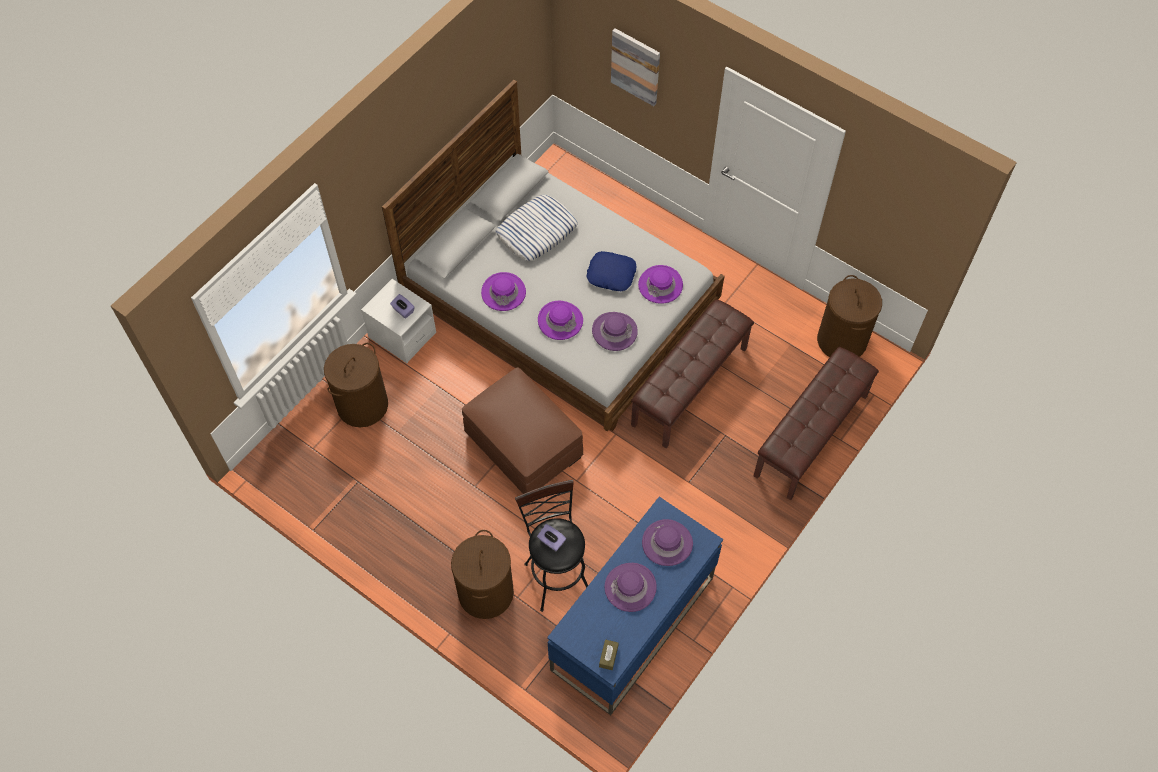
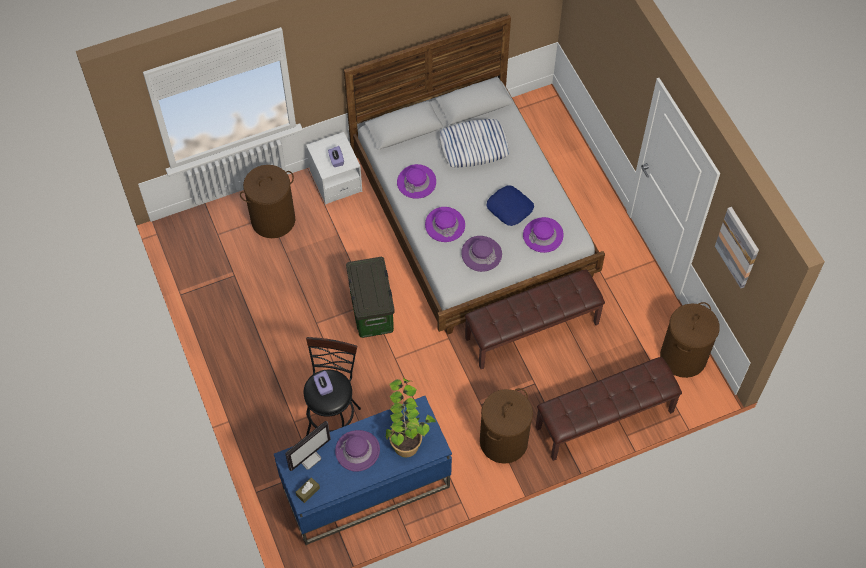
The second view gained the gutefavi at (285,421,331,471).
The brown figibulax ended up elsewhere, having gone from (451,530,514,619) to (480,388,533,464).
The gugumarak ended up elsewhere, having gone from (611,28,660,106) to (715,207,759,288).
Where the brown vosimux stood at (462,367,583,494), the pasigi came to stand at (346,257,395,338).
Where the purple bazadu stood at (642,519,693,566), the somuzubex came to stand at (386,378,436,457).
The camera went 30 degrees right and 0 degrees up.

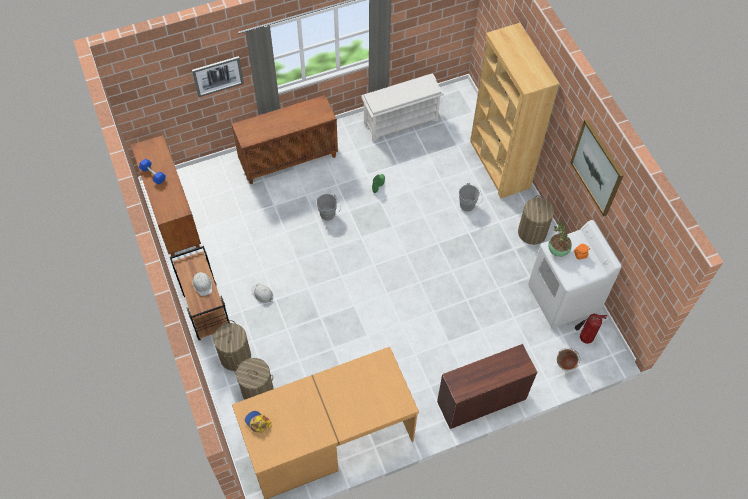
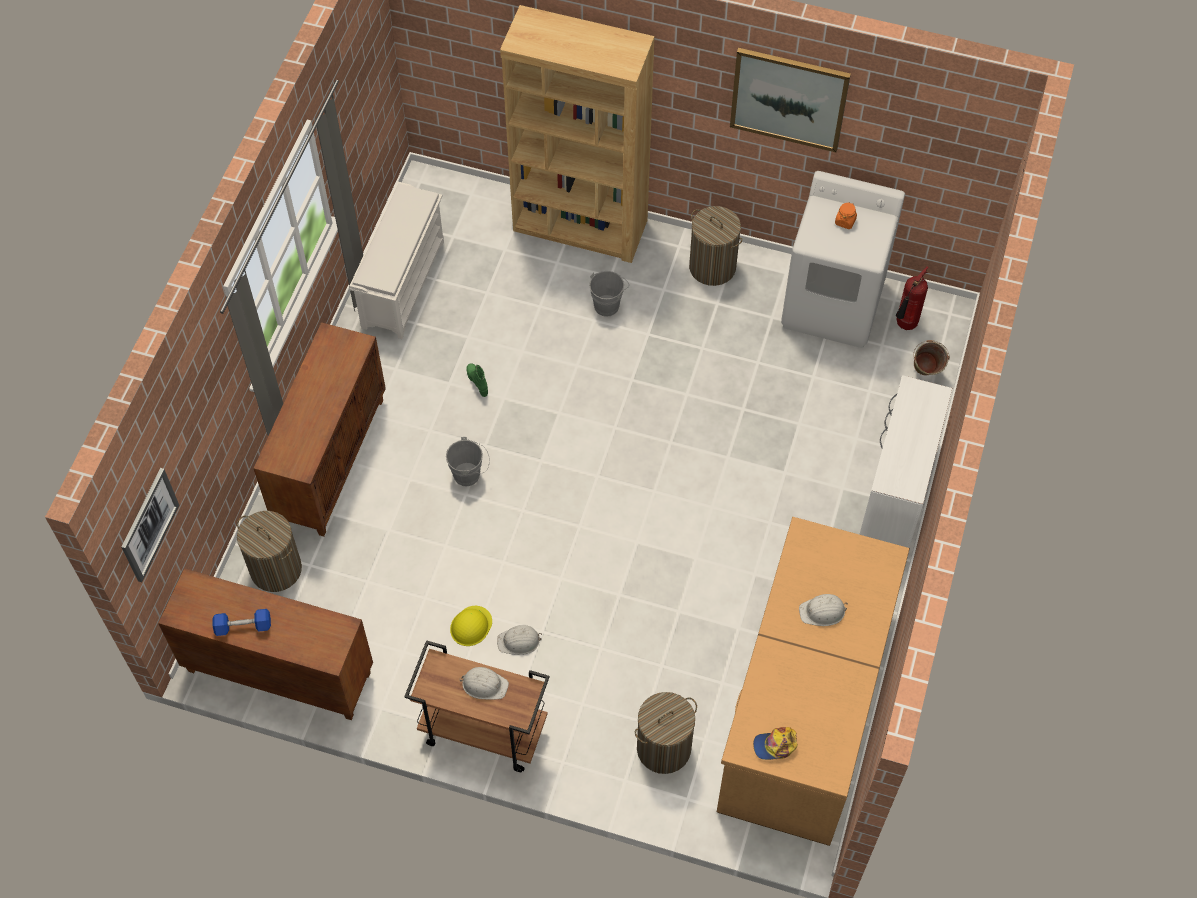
The second view lost the somuzubex at (548,222,572,257).
The second view gained the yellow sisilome at (450,606,492,646).
The second view gained the white sisilome at (799,594,848,626).
The gugumarak ended up elsewhere, having gone from (192,56,244,97) to (121,468,179,582).
The figibulax ended up elsewhere, having gone from (213,320,251,371) to (237,511,302,592).
What was the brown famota at (437,344,537,429) turned into the white famota at (859,375,952,548).
The camera went 50 degrees left and 0 degrees up.

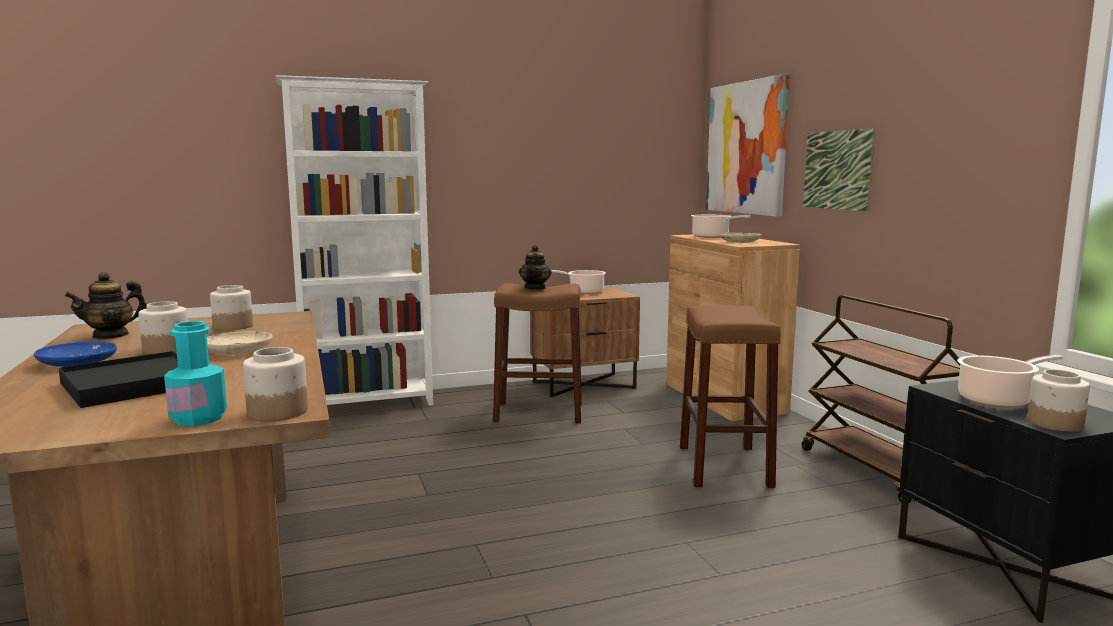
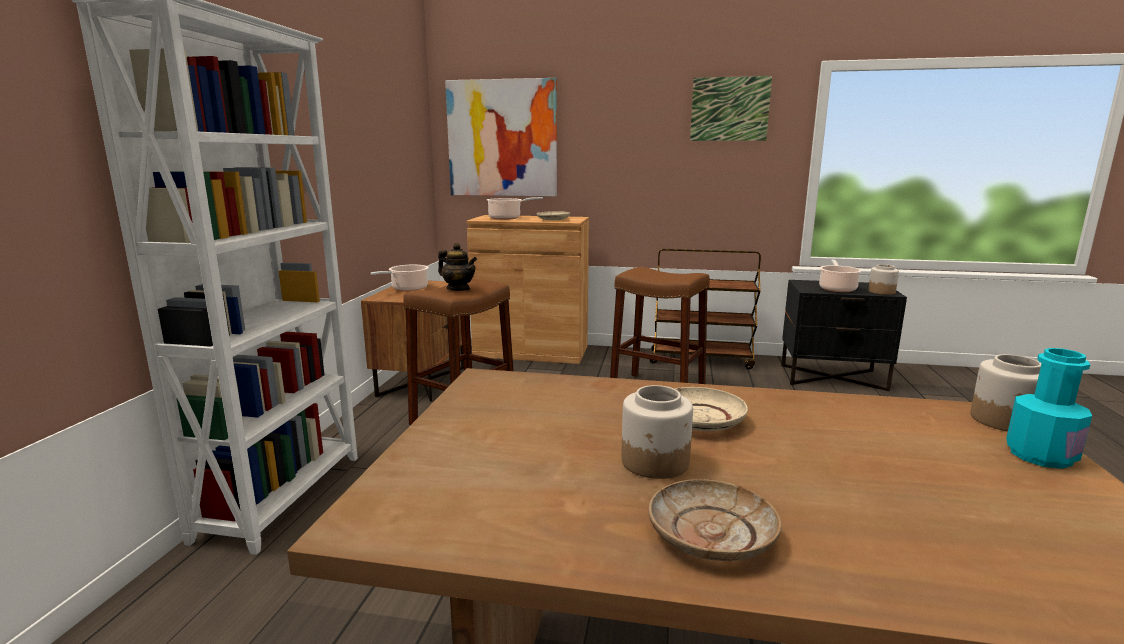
The second view lost the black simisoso at (58,351,178,408).
The second view lost the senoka at (65,272,147,339).
The second view lost the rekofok at (210,285,253,331).
The gugumarak ended up elsewhere, having gone from (803,128,875,212) to (690,76,772,141).
What was the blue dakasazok at (34,341,117,367) turned into the beige dakasazok at (649,479,782,561).
The camera went 60 degrees left and 5 degrees up.

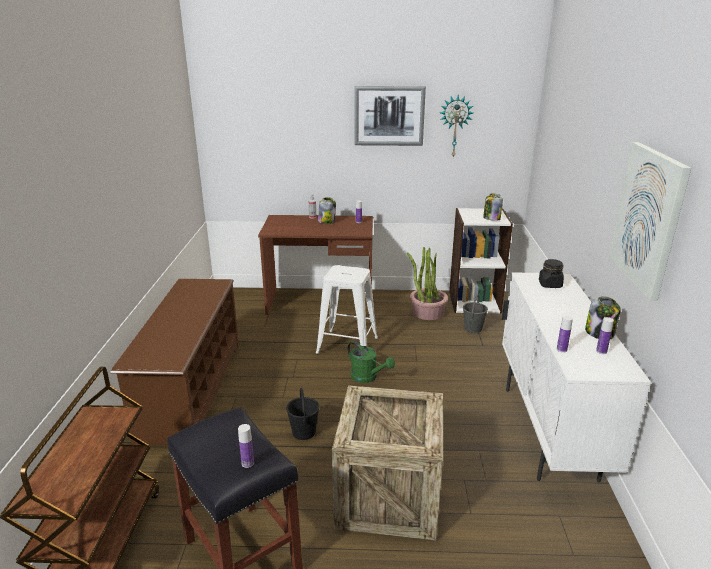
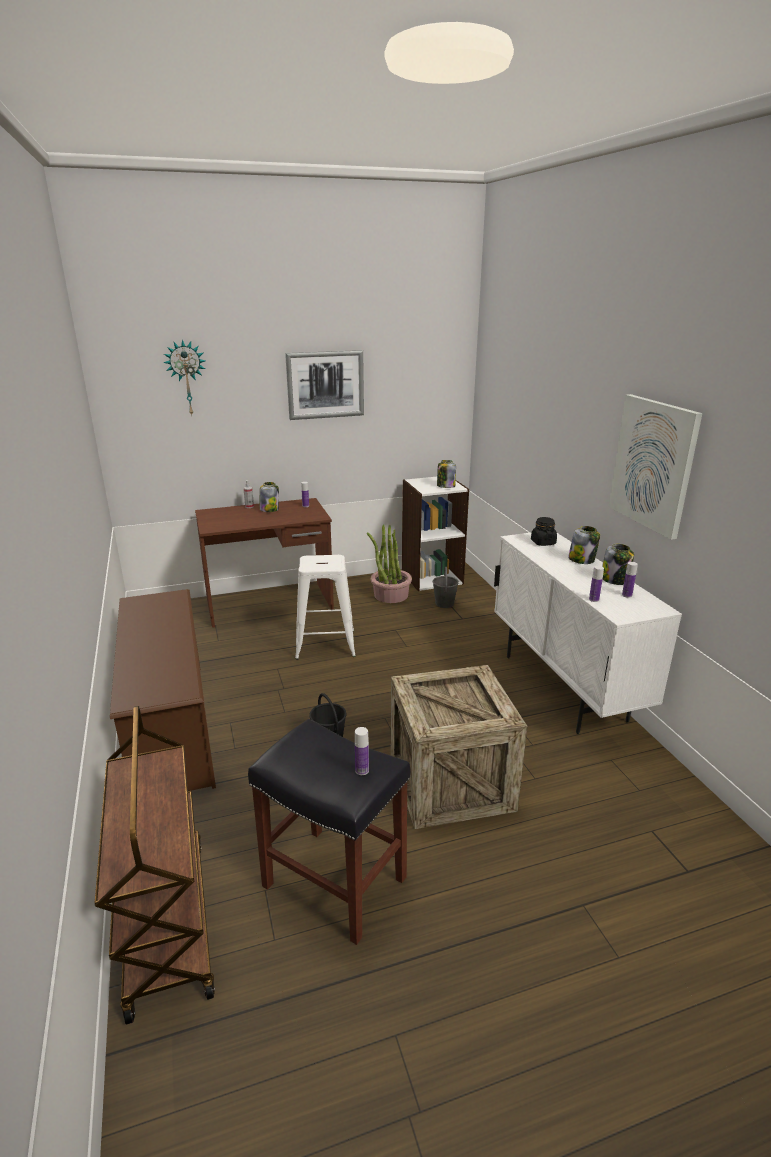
The second view lost the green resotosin at (347,341,395,383).
The second view gained the rekofok at (568,526,600,564).
The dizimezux ended up elsewhere, having gone from (440,95,473,158) to (163,339,205,415).
The camera went 20 degrees left and 0 degrees up.

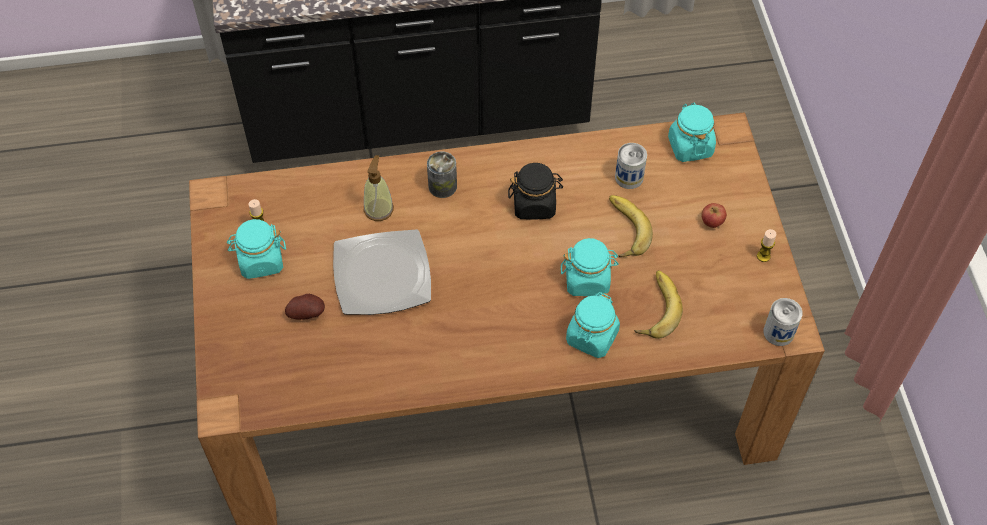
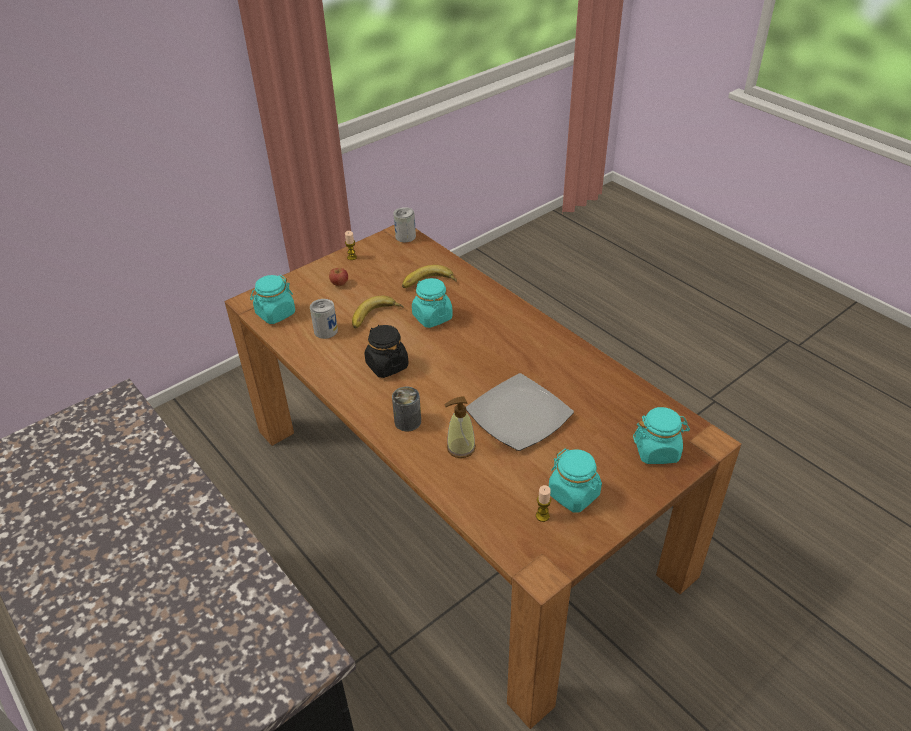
The second view lost the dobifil at (285,294,325,320).
The turquoise rekofok ended up elsewhere, having gone from (566,292,620,358) to (633,407,690,464).
The camera went 120 degrees left and 15 degrees down.

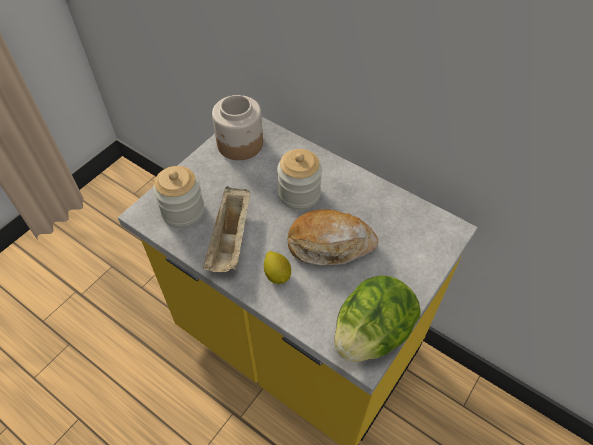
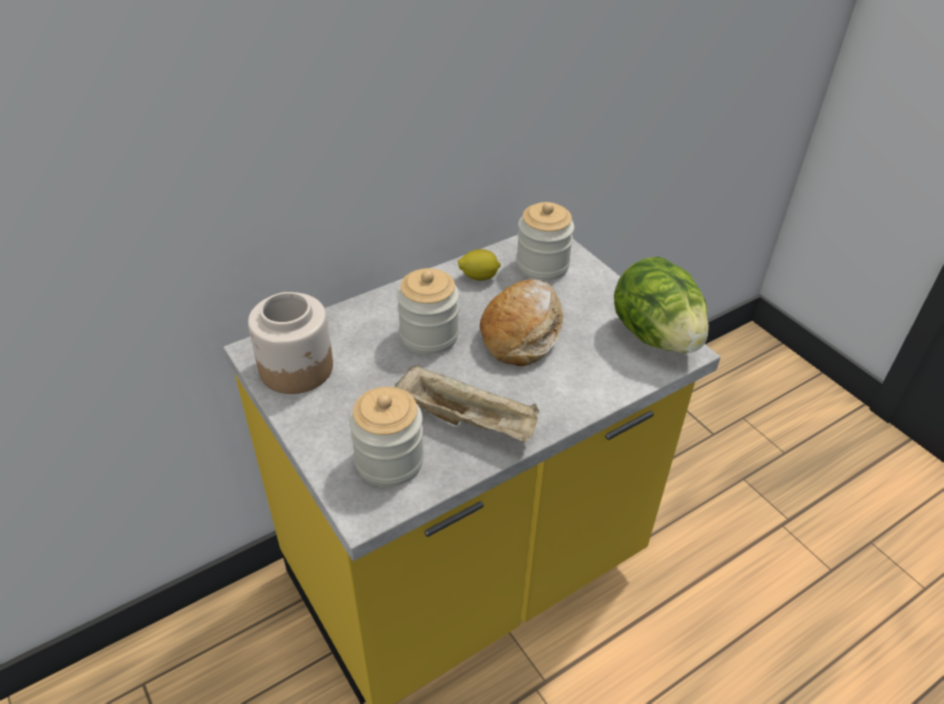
The second view gained the rekofok at (516,202,574,281).
The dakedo ended up elsewhere, having gone from (264,251,291,284) to (458,249,501,281).
The camera went 70 degrees left and 10 degrees down.

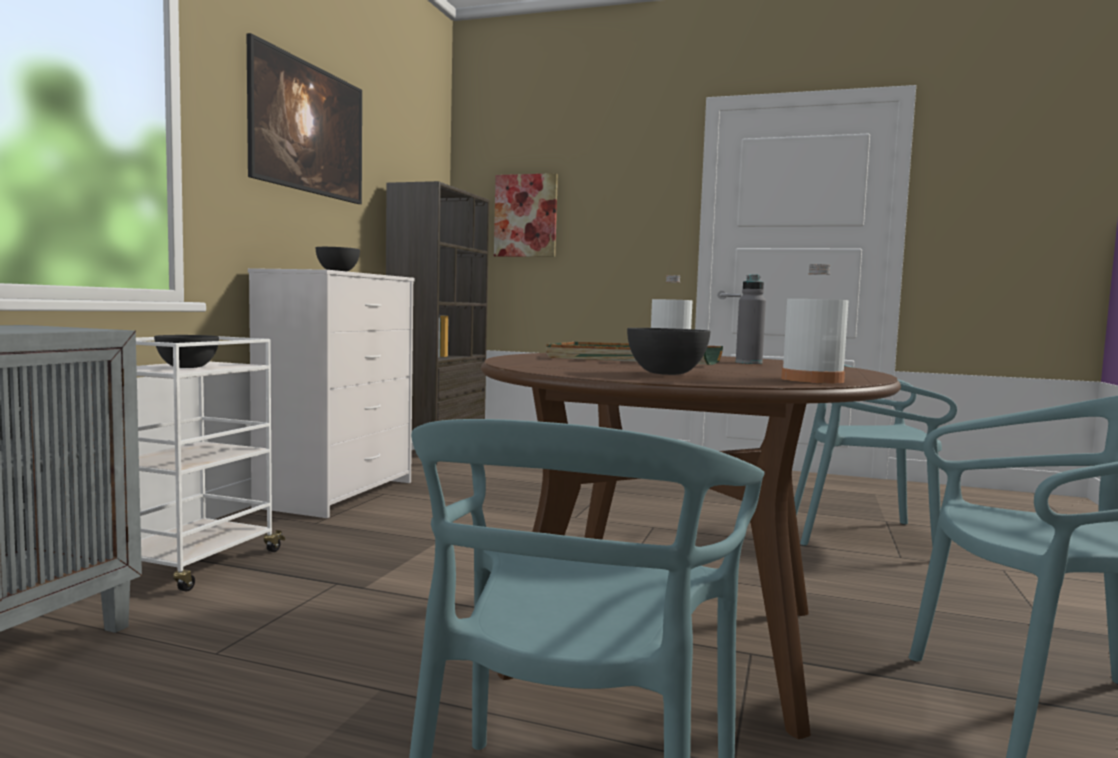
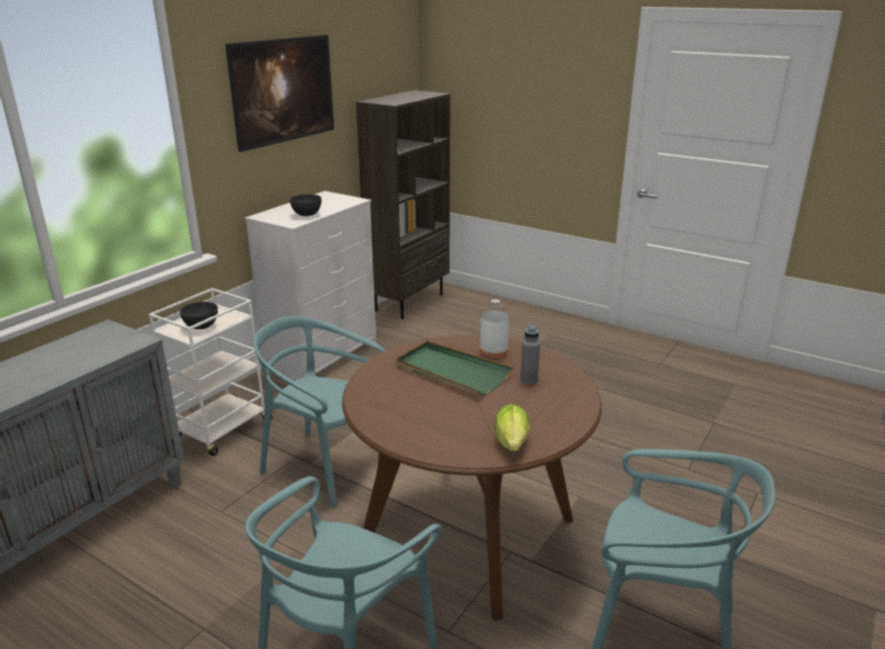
The second view lost the gugumarak at (494,173,558,257).
The second view lost the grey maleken at (627,328,710,375).
The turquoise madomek ended up elsewhere, having gone from (794,364,957,547) to (253,316,386,507).
Where the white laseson stood at (781,264,849,384), the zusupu came to stand at (494,404,530,451).
The camera went 15 degrees right and 20 degrees up.

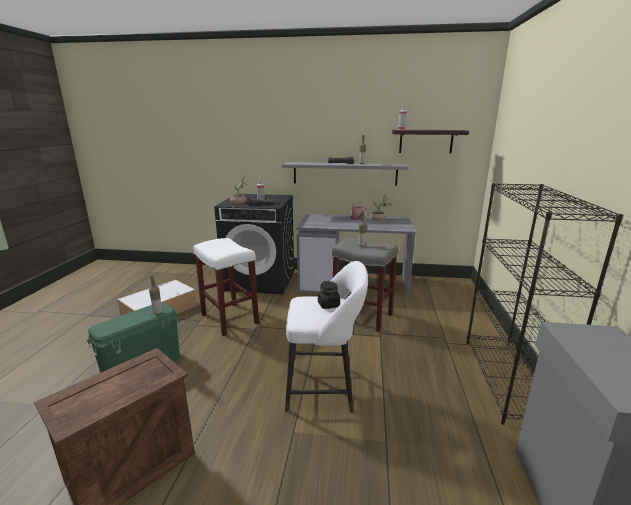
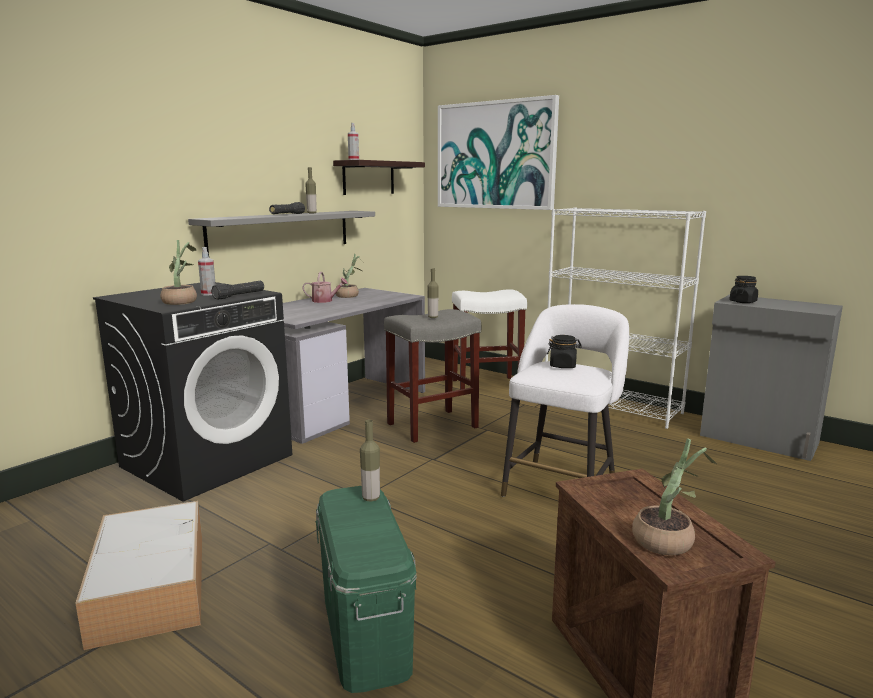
The second view gained the gugumarak at (438,95,559,210).
The second view gained the somuzubex at (632,439,717,556).
The second view gained the black rekofok at (729,276,758,303).
The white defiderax ended up elsewhere, having gone from (193,238,259,336) to (452,289,527,390).
What was the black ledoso at (466,183,623,425) turned into the white ledoso at (545,207,706,429).
The camera went 60 degrees left and 5 degrees down.

